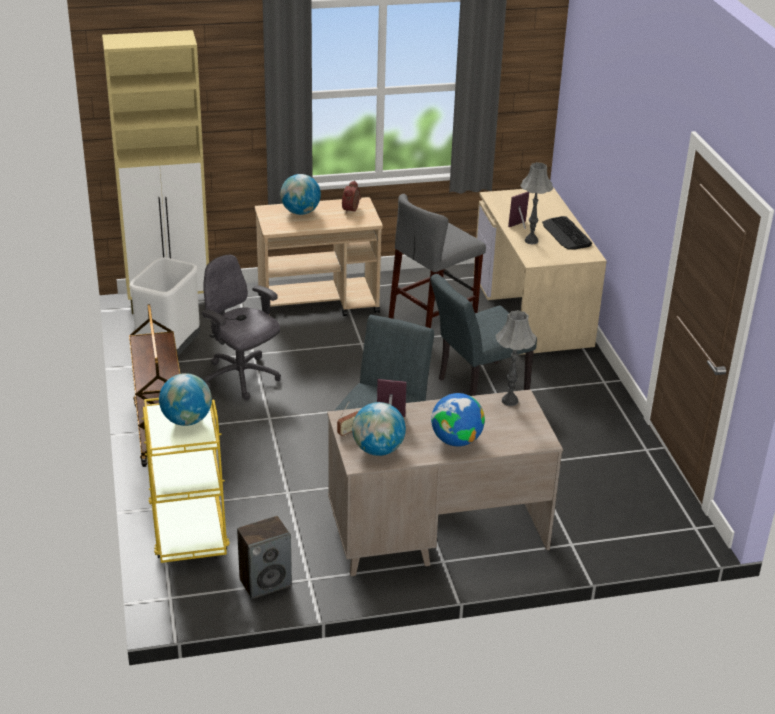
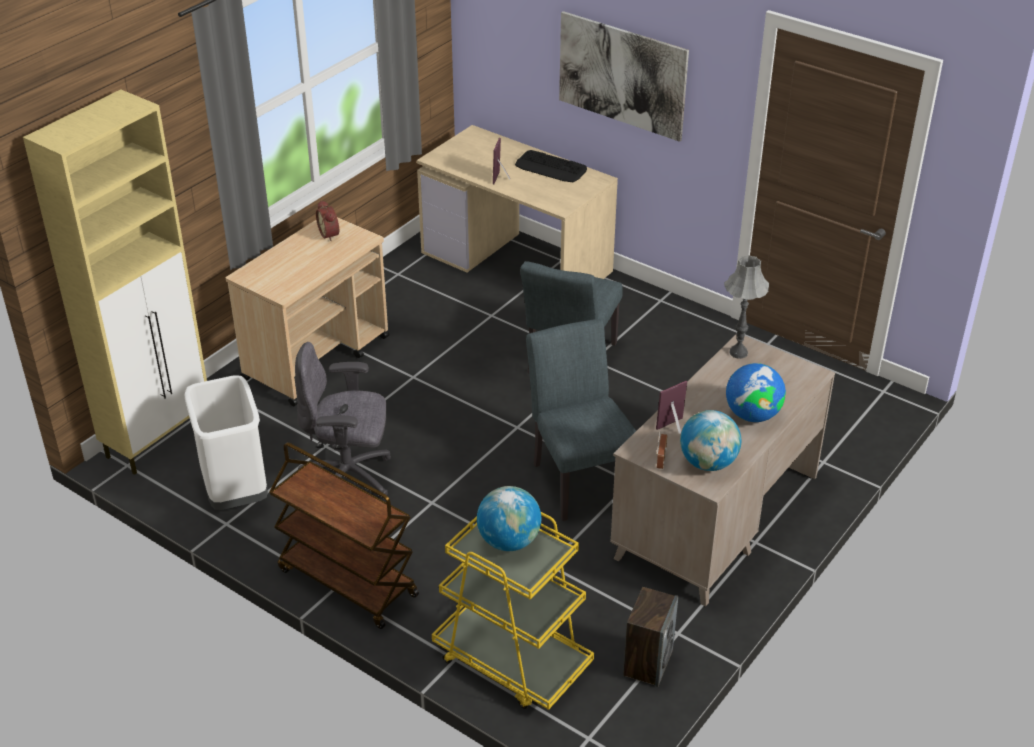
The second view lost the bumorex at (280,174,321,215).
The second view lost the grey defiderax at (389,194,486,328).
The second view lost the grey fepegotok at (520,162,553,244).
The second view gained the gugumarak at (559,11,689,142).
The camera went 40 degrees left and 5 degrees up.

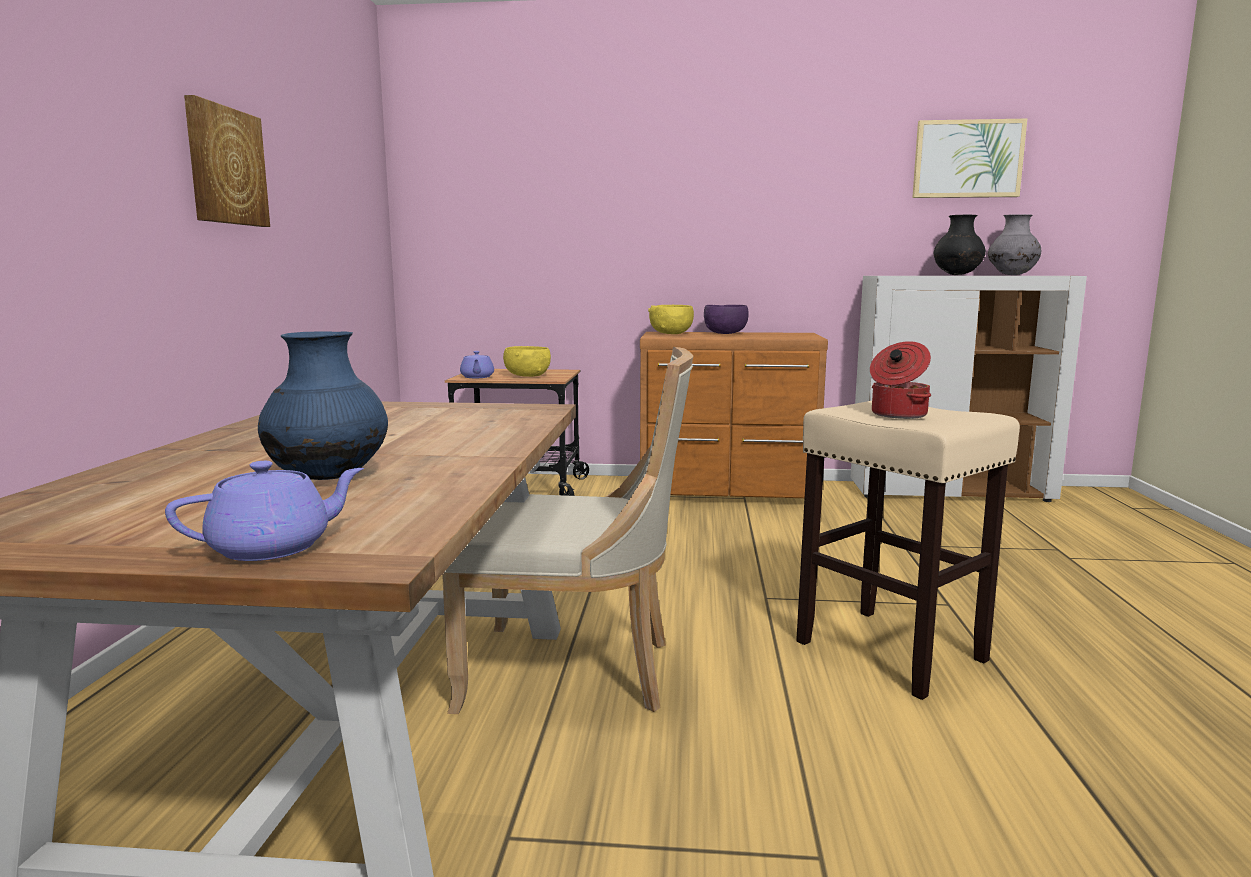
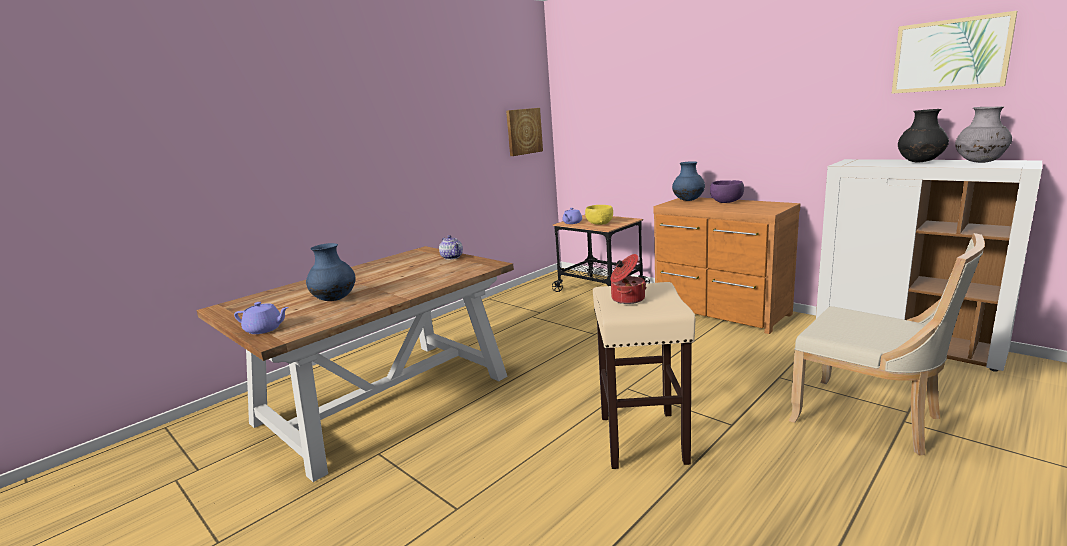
The second view gained the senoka at (439,235,463,260).
The gugumarak ended up elsewhere, having gone from (184,95,270,227) to (506,108,543,156).
The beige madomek ended up elsewhere, having gone from (442,347,693,714) to (789,233,985,456).
Where the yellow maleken stood at (648,305,694,334), the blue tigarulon came to stand at (672,161,705,201).
The camera went 40 degrees right and 5 degrees up.

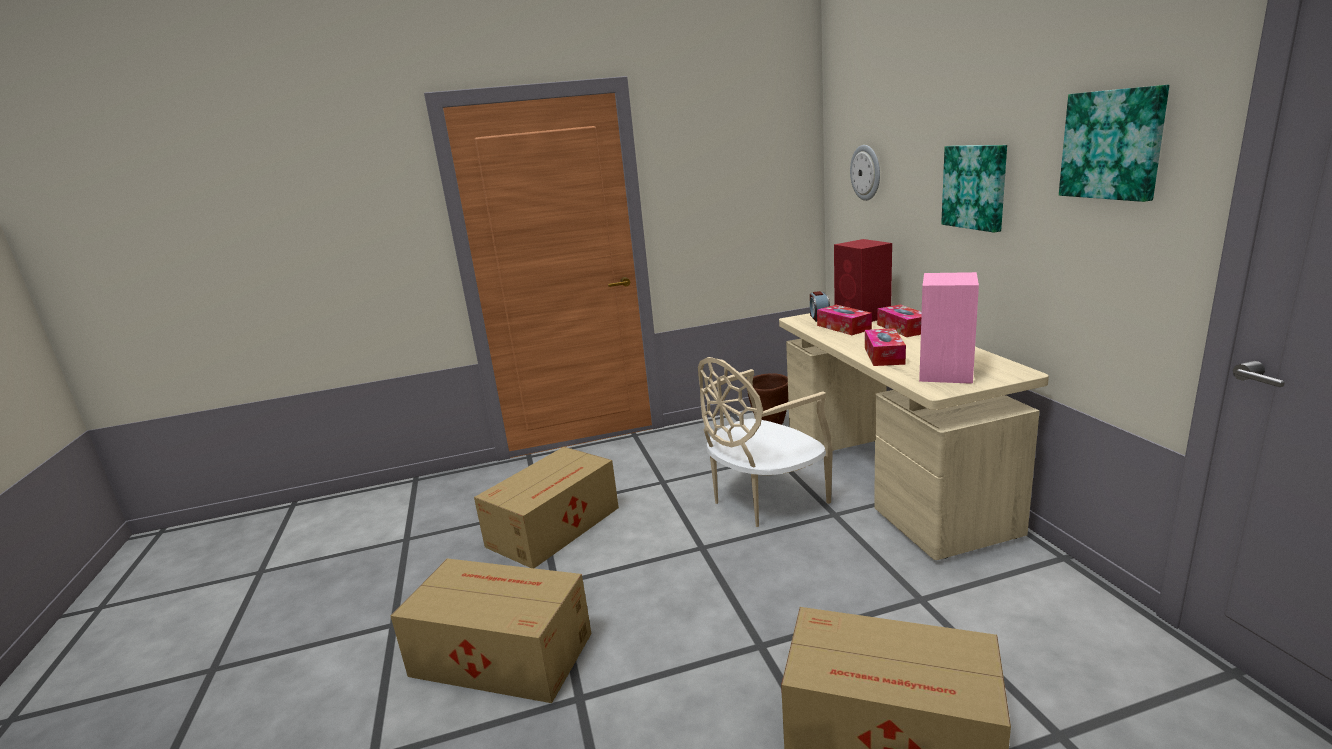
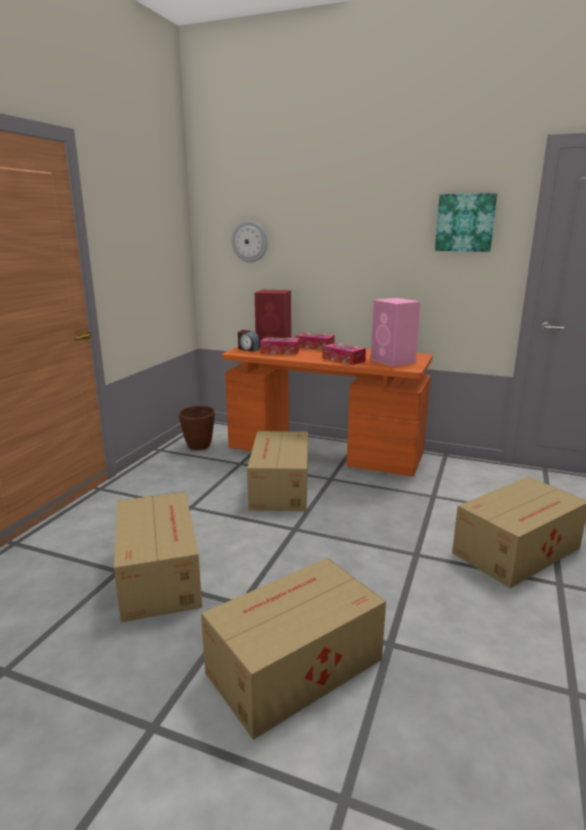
The second view lost the gugumarak at (941,145,1007,233).
Where the beige madomek stood at (698,357,833,527), the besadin came to stand at (247,431,308,511).
What was the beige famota at (779,313,1049,560) turned into the orange famota at (222,347,433,477).
The camera went 55 degrees left and 0 degrees up.

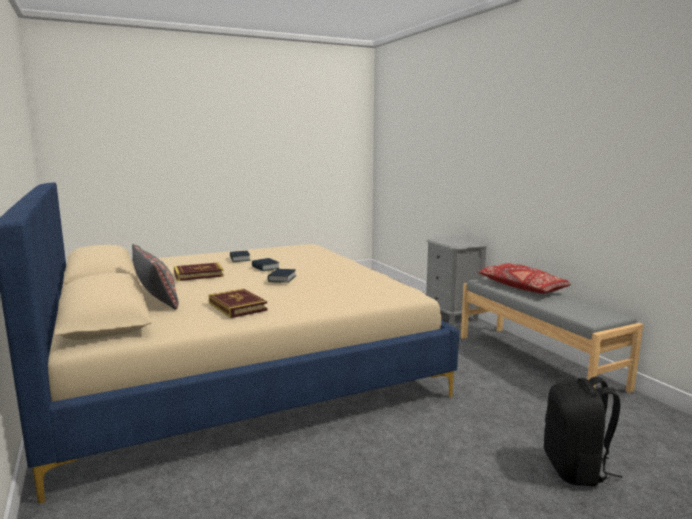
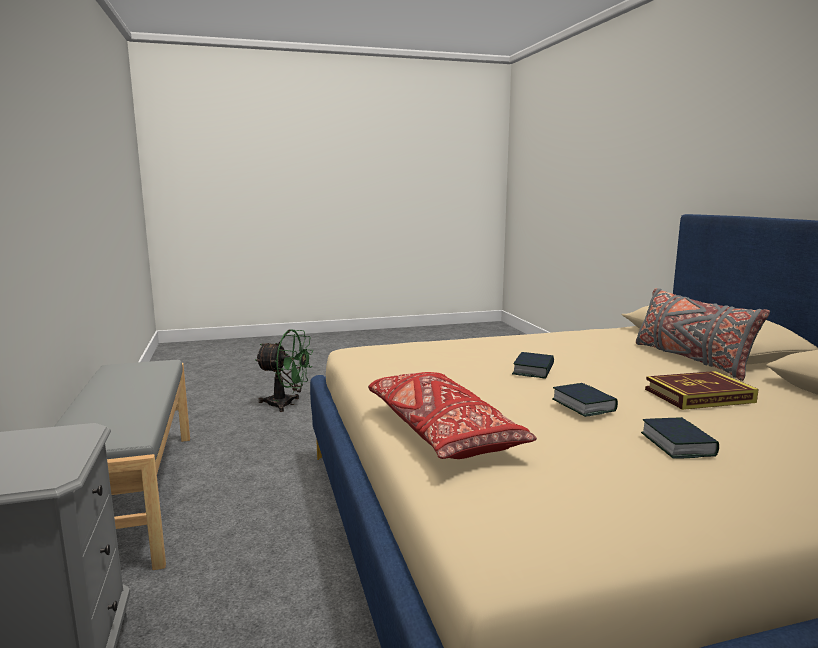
The second view lost the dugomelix at (209,289,268,318).
The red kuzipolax ended up elsewhere, having gone from (478,263,571,294) to (368,372,537,459).
Where the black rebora stood at (544,377,622,486), the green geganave came to stand at (255,329,314,412).
The camera went 170 degrees left and 0 degrees up.

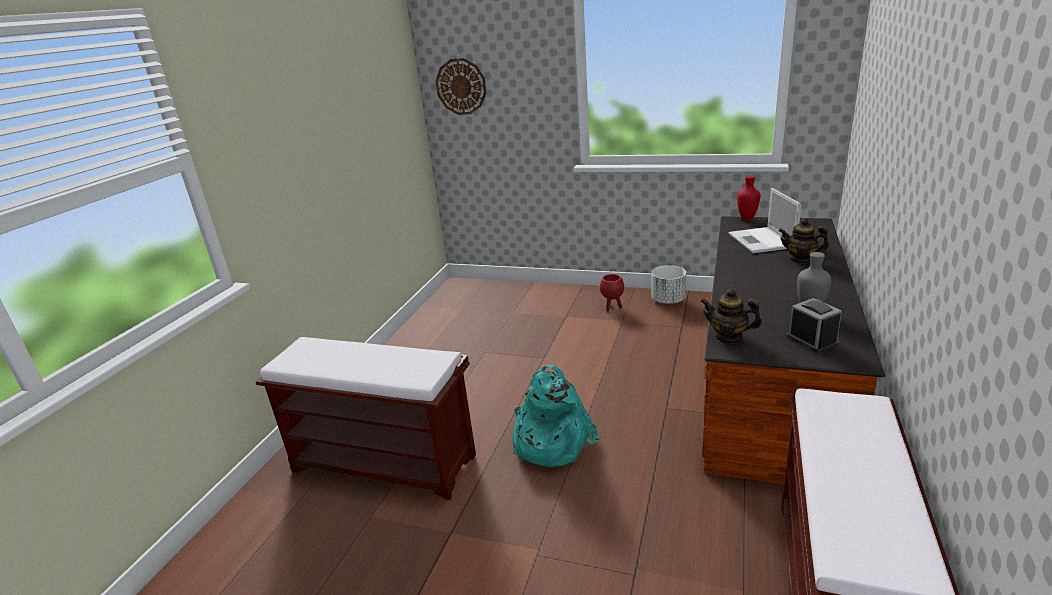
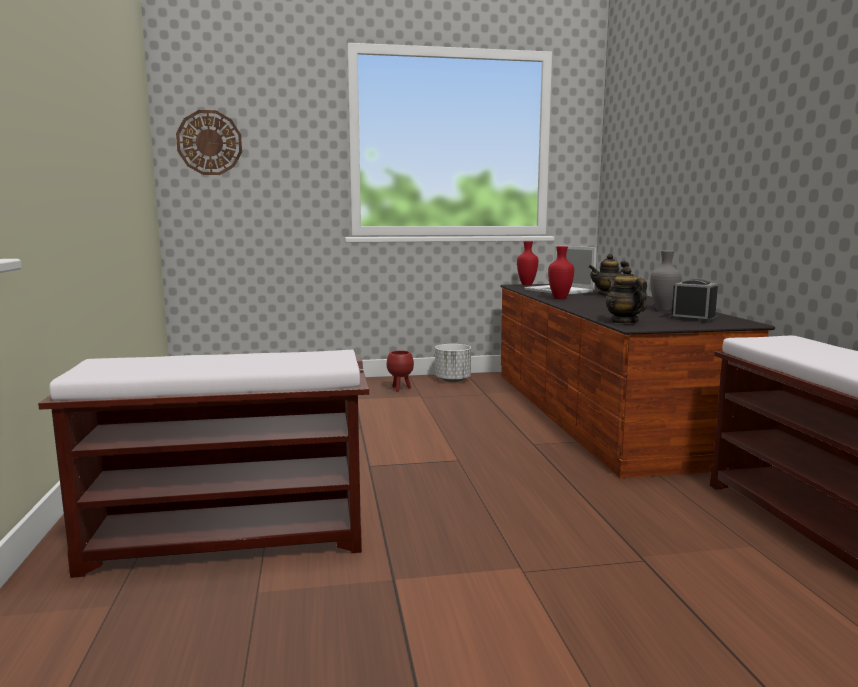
The second view lost the turquoise rebora at (512,365,599,467).
The second view gained the red tigarulon at (548,246,574,299).
The senoka at (700,289,762,344) ended up facing another way, 75 degrees clockwise from before.
The camera went 30 degrees left and 15 degrees down.

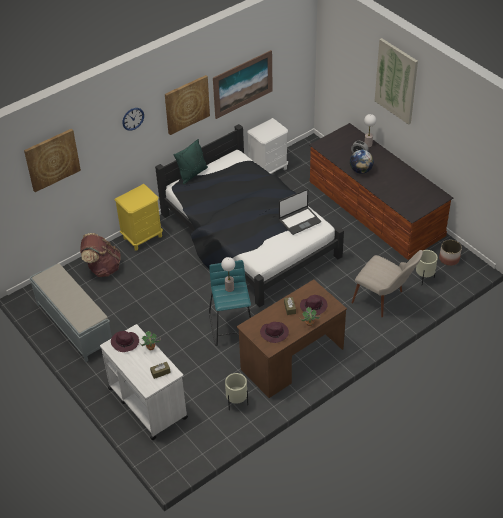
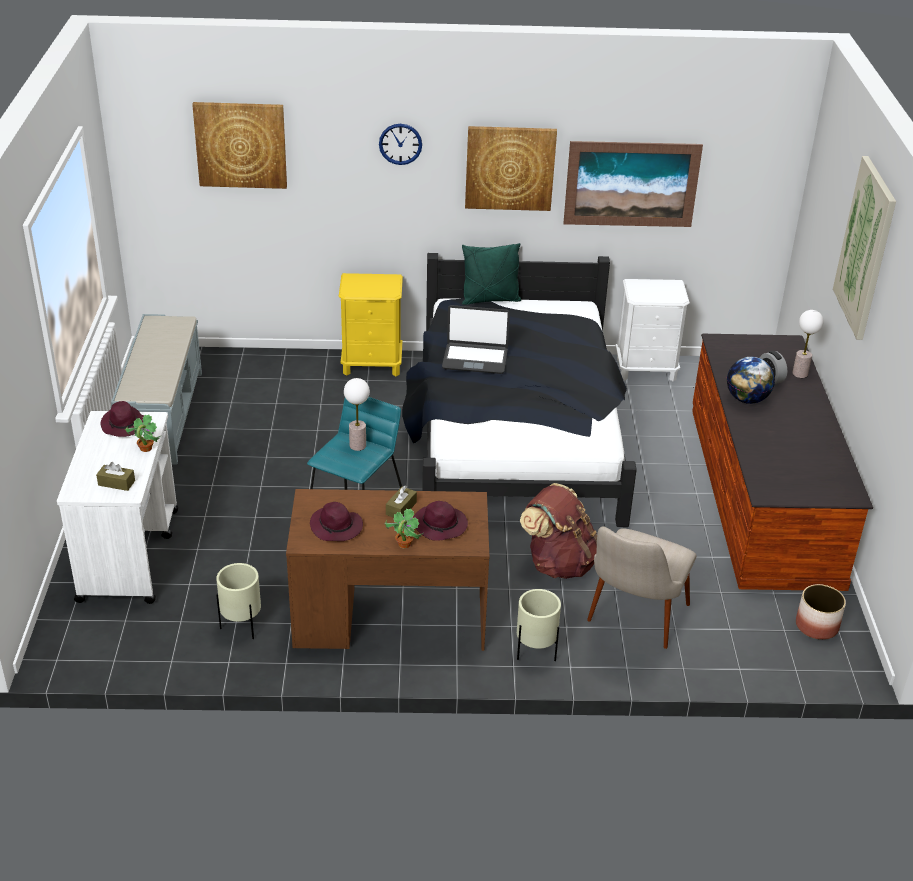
The brown rebora ended up elsewhere, having gone from (80,233,121,277) to (520,483,597,579).
The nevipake ended up elsewhere, having gone from (279,189,321,235) to (442,305,510,374).
The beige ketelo ended up elsewhere, having gone from (416,250,438,285) to (517,589,561,661).
The beige madomek at (351,250,423,317) ended up facing another way, 45 degrees clockwise from before.
The camera went 35 degrees right and 10 degrees down.

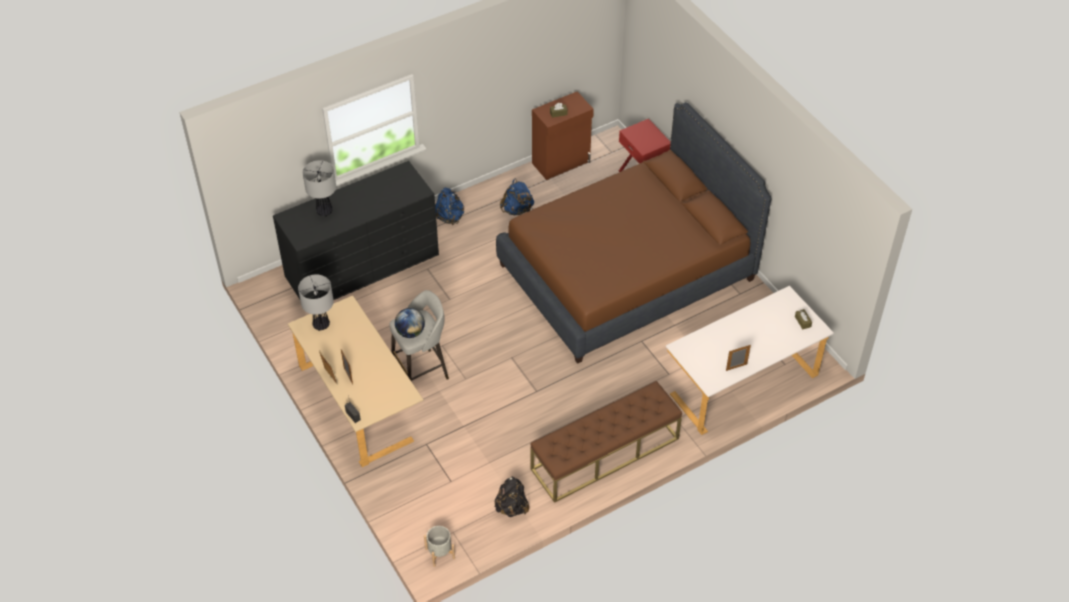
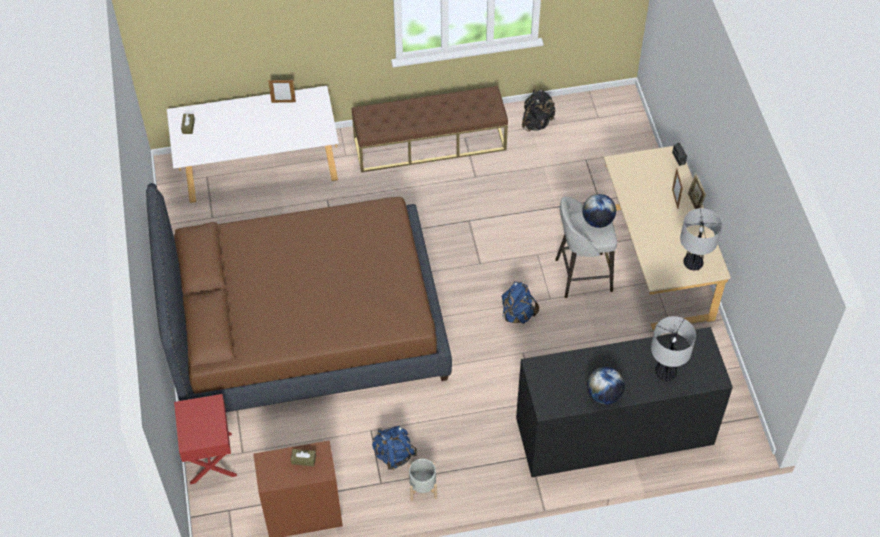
The second view gained the bumorex at (587,367,625,405).
The grey ketelo ended up elsewhere, having gone from (424,526,455,567) to (408,459,437,501).
The blue rebora ended up elsewhere, having gone from (435,188,464,225) to (502,282,539,324).
The camera went 160 degrees left and 5 degrees up.

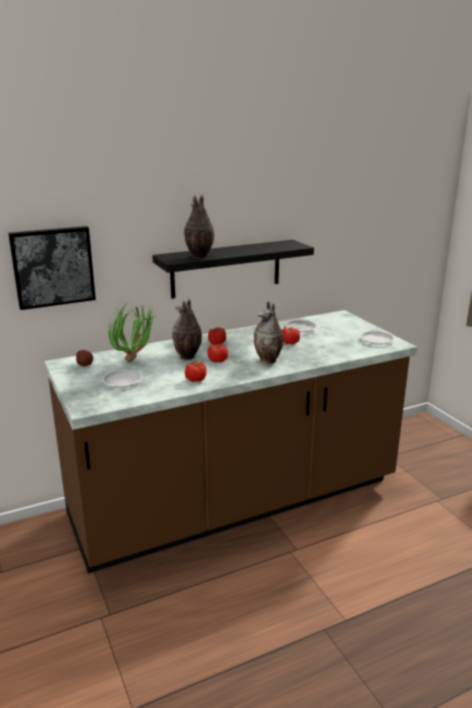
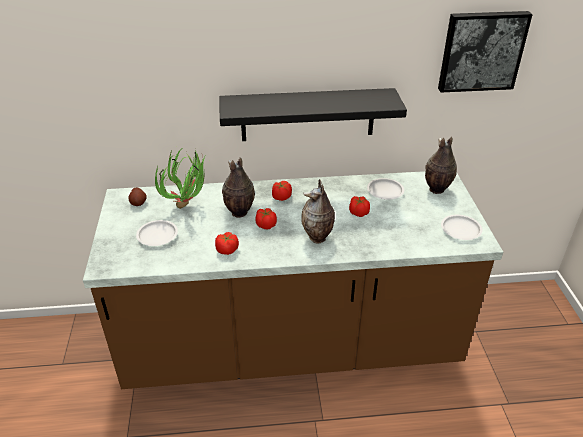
The gugumarak ended up elsewhere, having gone from (8,226,96,310) to (438,11,533,92).
The tigarulon ended up elsewhere, having gone from (184,194,214,259) to (425,137,457,194).
The camera went 20 degrees right and 15 degrees up.

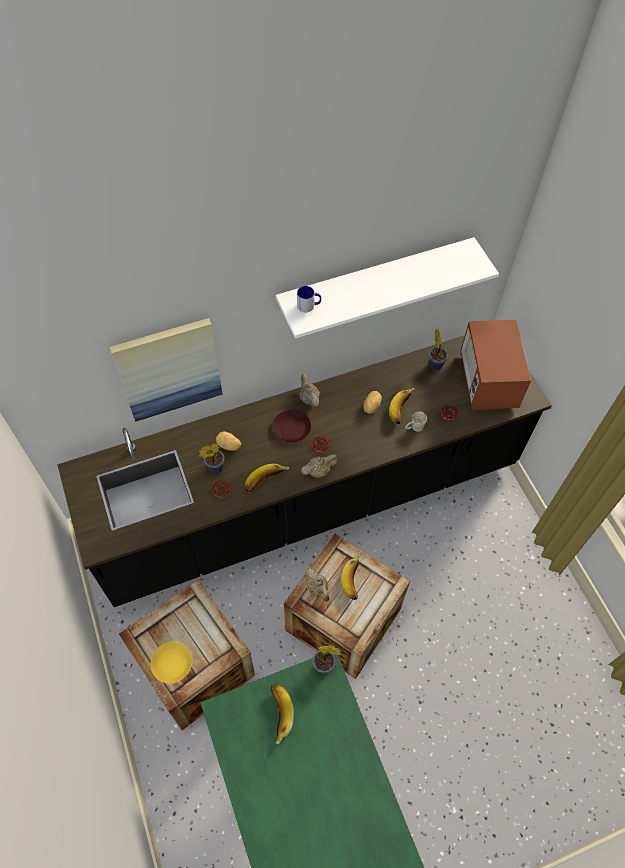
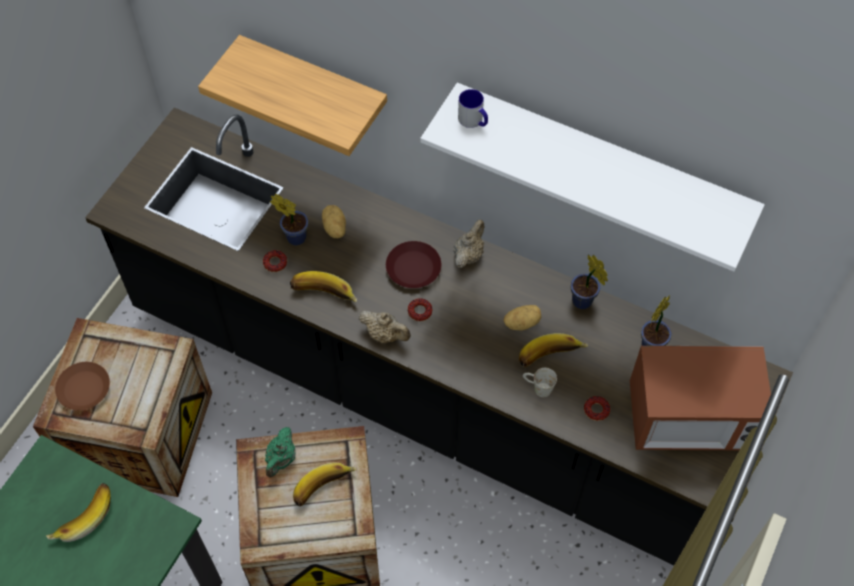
The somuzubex ended up elsewhere, having gone from (313,646,342,674) to (571,255,608,309).
Where the gugumarak hung at (109,318,223,422), the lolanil came to hang at (198,35,387,156).
What was the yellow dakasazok at (150,641,192,684) turned into the brown dakasazok at (55,362,110,410).
What was the beige senoka at (305,568,329,602) turned into the green senoka at (265,427,296,478).
The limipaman at (460,320,531,410) ended up facing another way, 135 degrees counterclockwise from before.
The camera went 50 degrees right and 0 degrees up.

